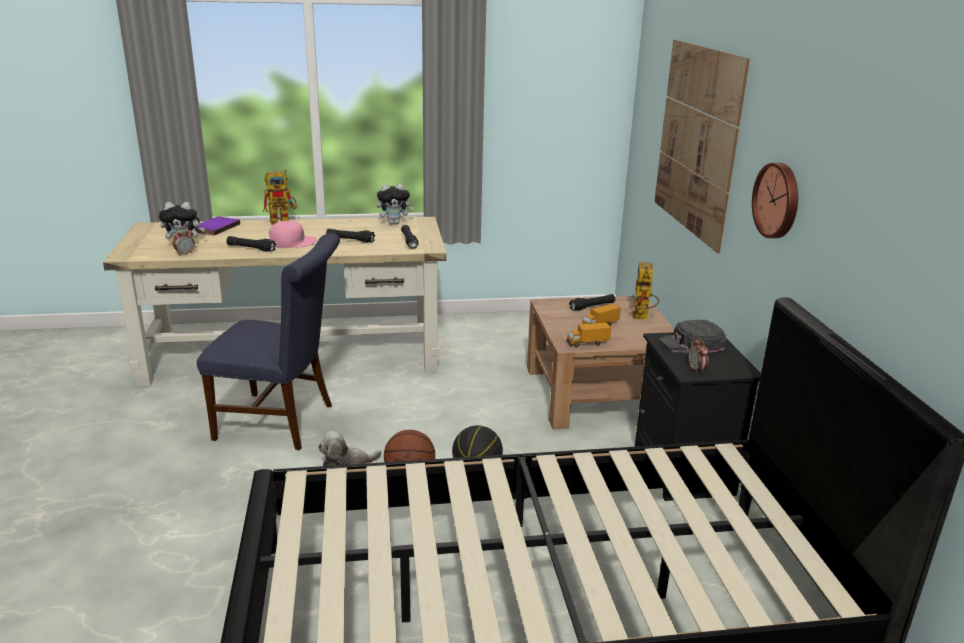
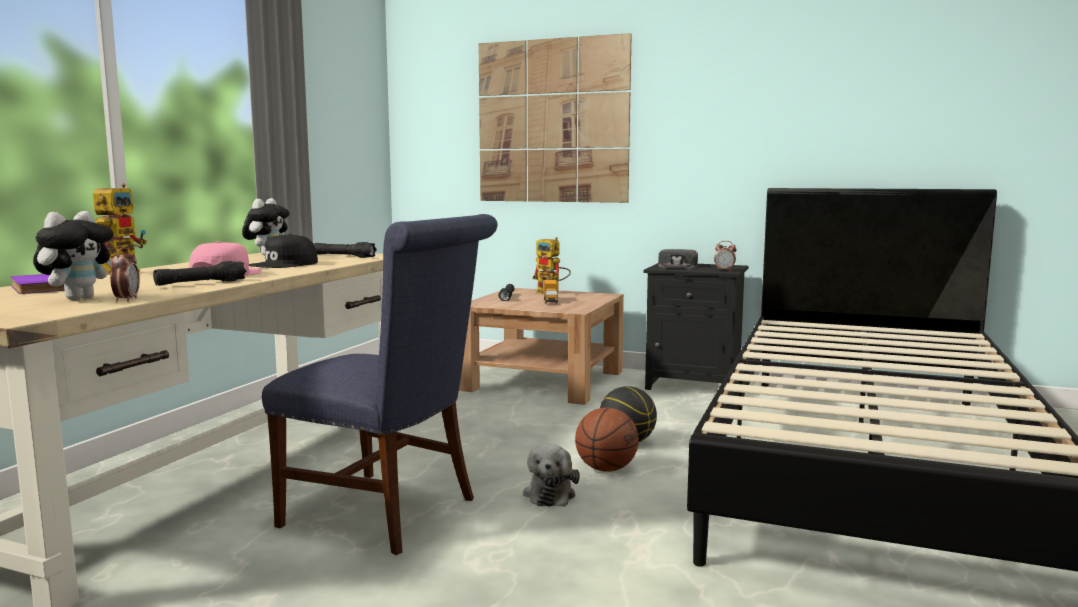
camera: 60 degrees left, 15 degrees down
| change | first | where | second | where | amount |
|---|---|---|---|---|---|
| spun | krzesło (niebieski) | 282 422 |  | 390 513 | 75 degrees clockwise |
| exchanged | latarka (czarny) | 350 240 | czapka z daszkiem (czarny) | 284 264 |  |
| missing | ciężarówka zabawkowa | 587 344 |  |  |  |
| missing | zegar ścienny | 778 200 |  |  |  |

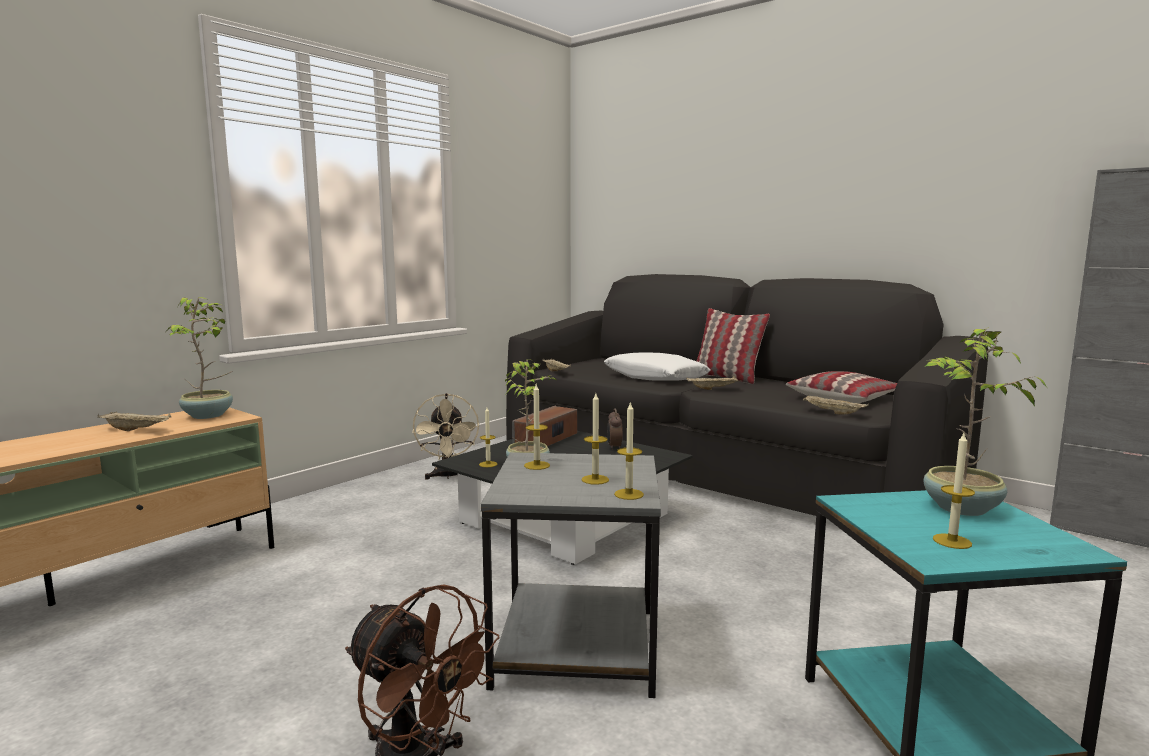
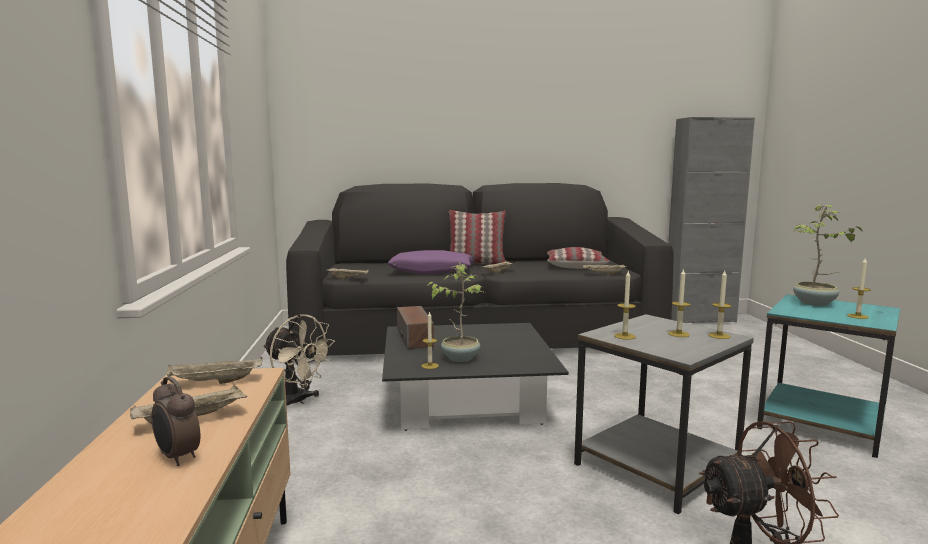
camera: 45 degrees left, 0 degrees up
| change | first | where | second | where | amount |
|---|---|---|---|---|---|
| exchanged | roślina doniczkowa | 209 415 | taca (beżowy) | 214 382 |  |
| colour | poduszka (biały) | 655 378 | poduszka (fioletowy) | 432 271 |  |
| relocated | budzik | 614 447 |  | 177 457 |  |

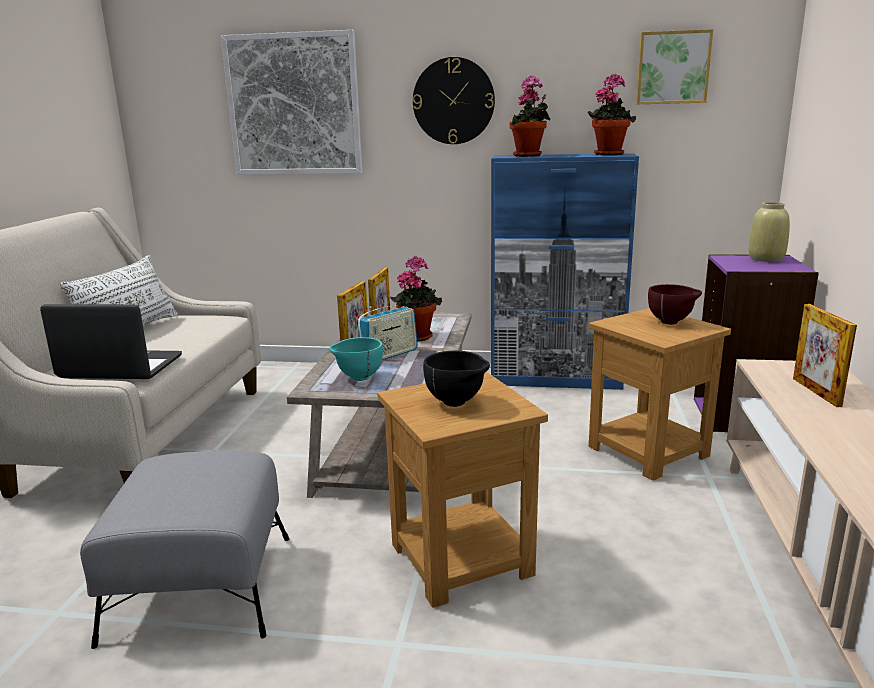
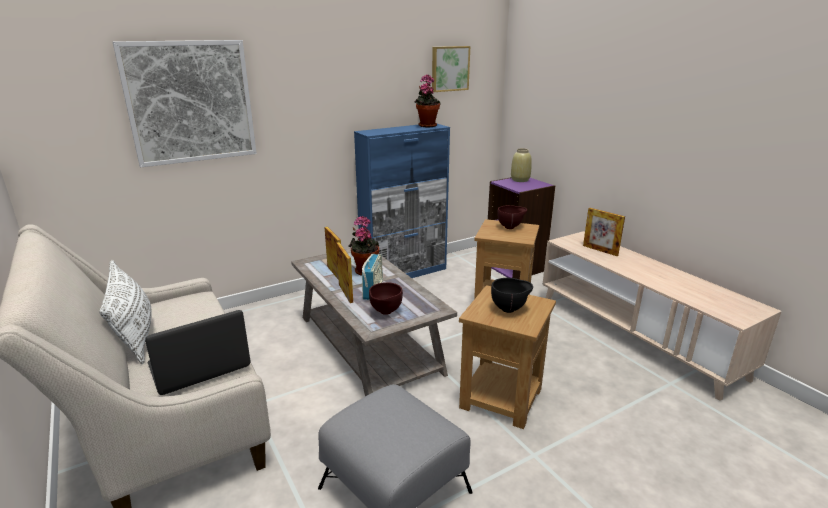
camera: 40 degrees left, 5 degrees up
| change | first | where | second | where | amount |
|---|---|---|---|---|---|
| colour | miska (turkusowy) | 358 378 | miska (brązowy) | 385 312 |  |
| missing | zegar ścienny | 453 101 |  |  |  |
| missing | roślina doniczkowa | 529 155 |  |  |  |

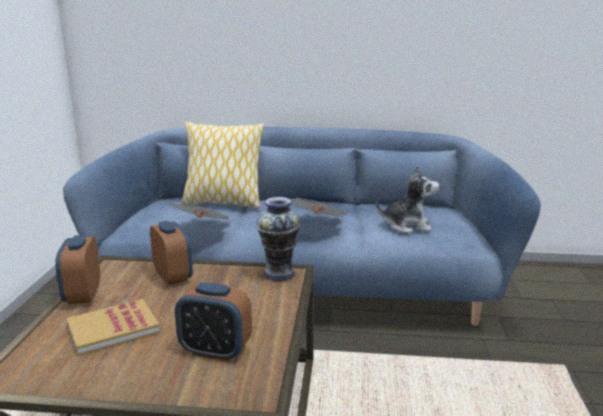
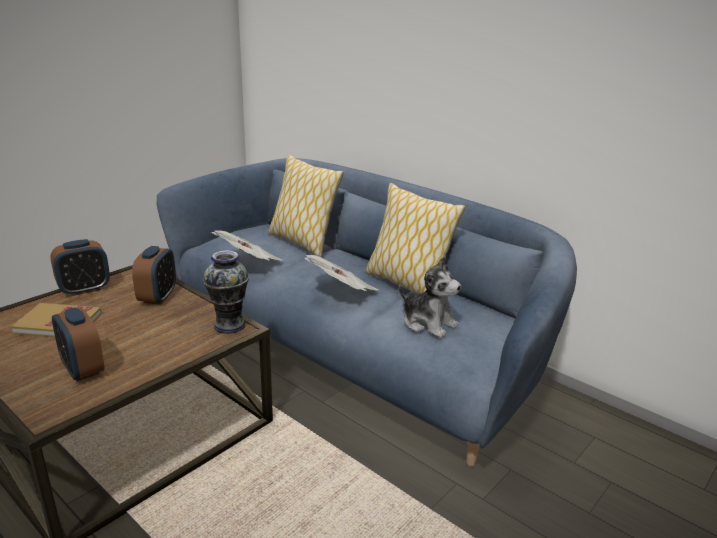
camera: 35 degrees right, 5 degrees up
| change | first | where | second | where | amount |
|---|---|---|---|---|---|
| spun | budzik | 82 295 |  | 84 289 | 150 degrees counterclockwise |
| appeared |  |  | poduszka | 407 284 |  |

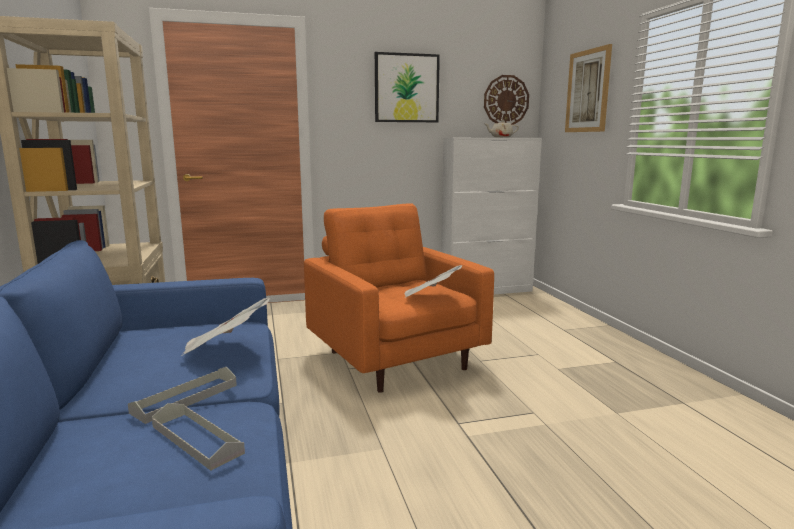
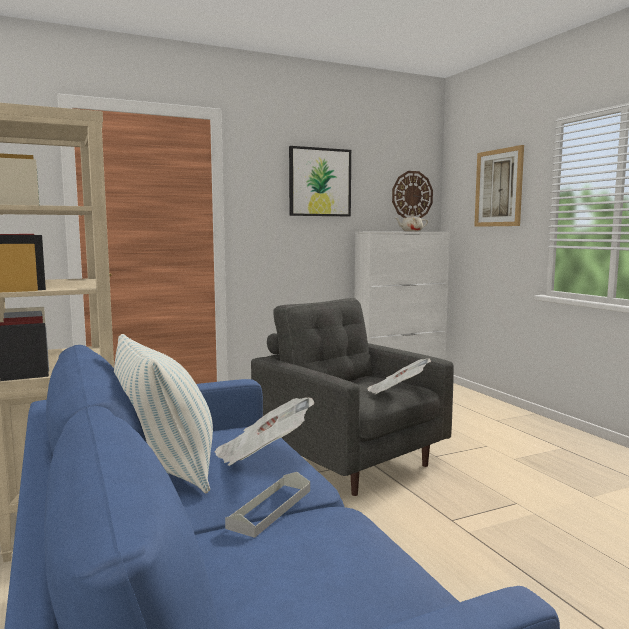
camera: 10 degrees left, 5 degrees down
| change | first | where | second | where | amount |
|---|---|---|---|---|---|
| missing | taca (szary) | 196 439 |  |  |  |
| colour | fotel (pomarańczowy) | 395 358 | fotel (szary) | 350 460 |  |
| appeared |  |  | poduszka | 166 469 |  |

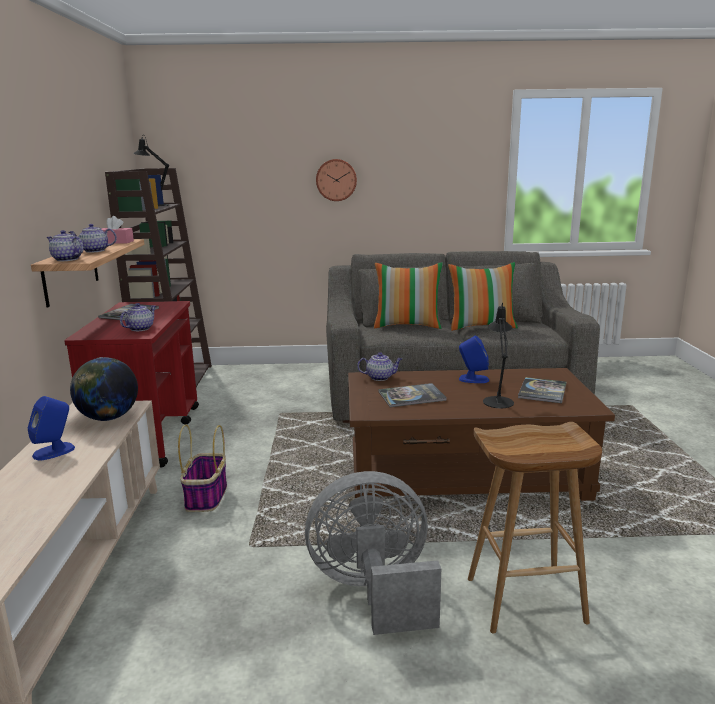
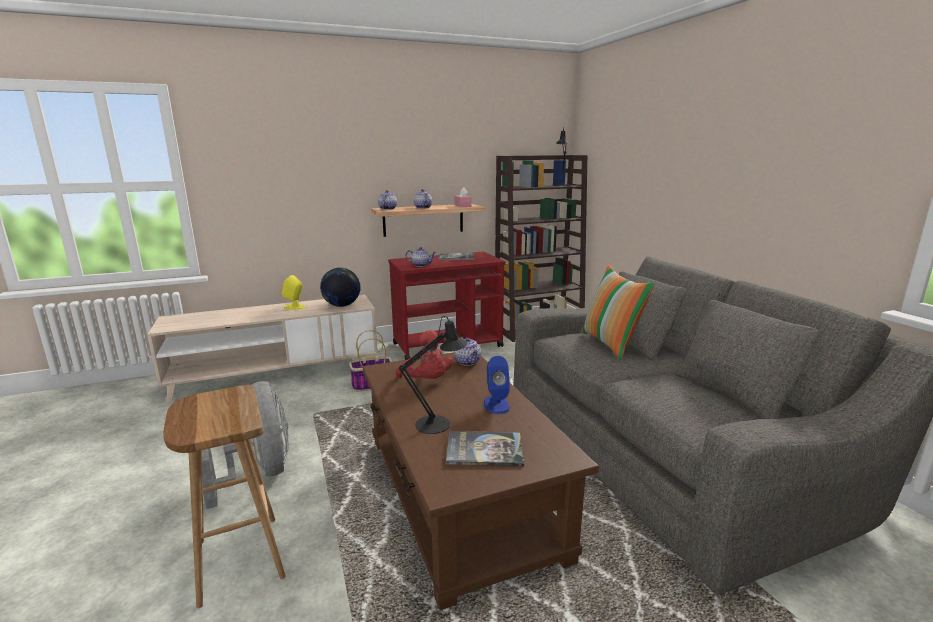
camera: 70 degrees right, 0 degrees up
| change | first | where | second | where | amount |
|---|---|---|---|---|---|
| colour | głośnik (niebieski) | 54 451 | głośnik (żółty) | 295 307 |  |
| missing | zegar ścienny | 336 180 |  |  |  |
| exchanged | książka | 411 396 | pluszak (czerwony) | 427 381 |  |
| missing | poduszka | 481 326 |  |  |  |

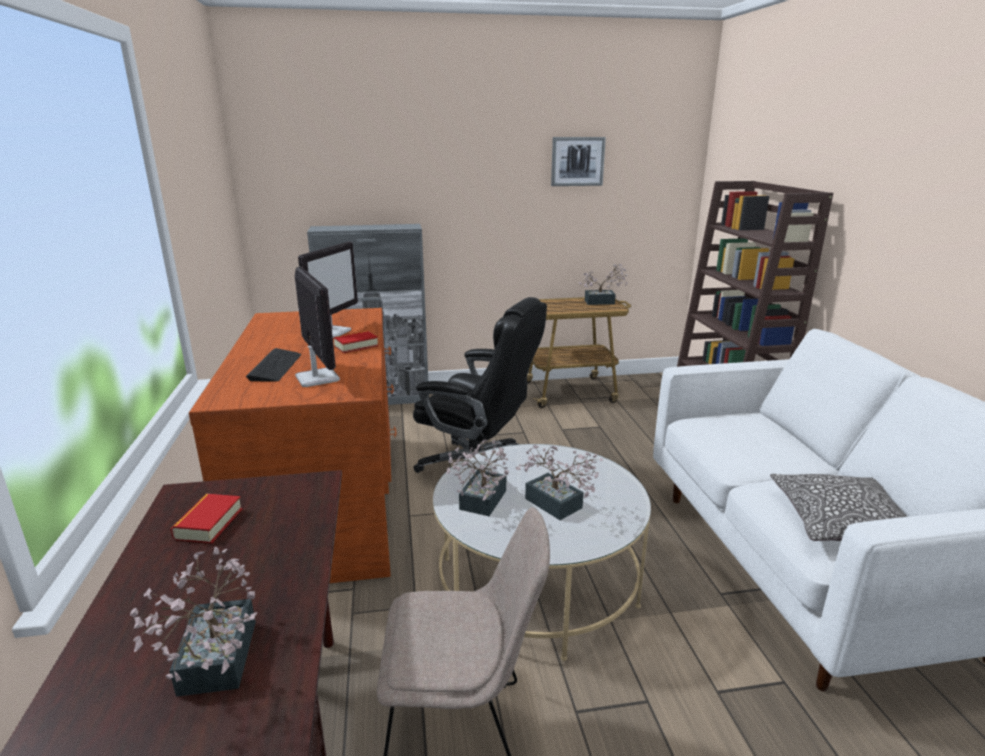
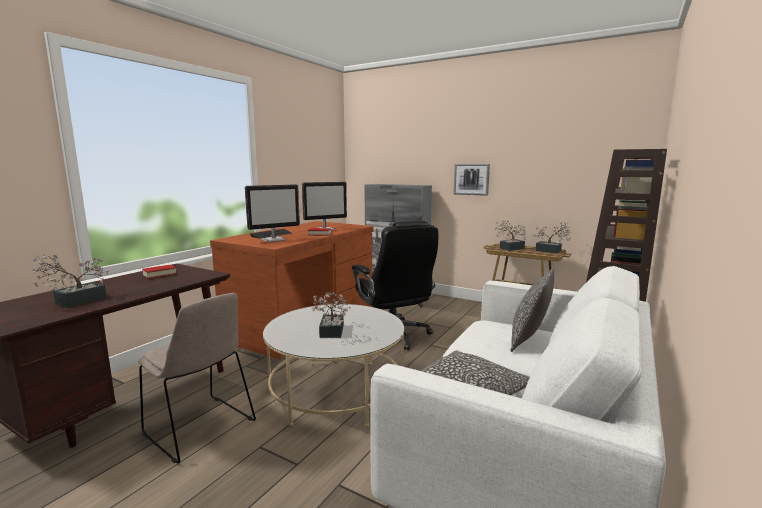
camera: 40 degrees right, 10 degrees down
| change | first | where | second | where | amount |
|---|---|---|---|---|---|
| spun | monitor | 317 378 |  | 274 240 | 45 degrees clockwise |
| relocated | roślina doniczkowa | 480 503 |  | 509 248 |  |
| relocated | obraz | 577 161 |  | 471 179 |  |
| appeared |  |  | poduszka | 529 340 |  |

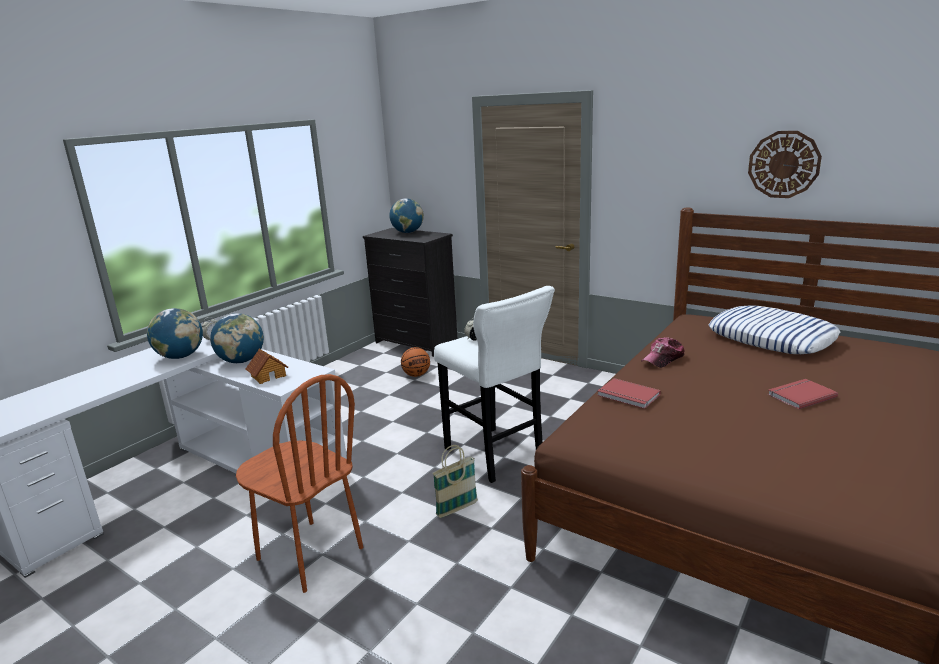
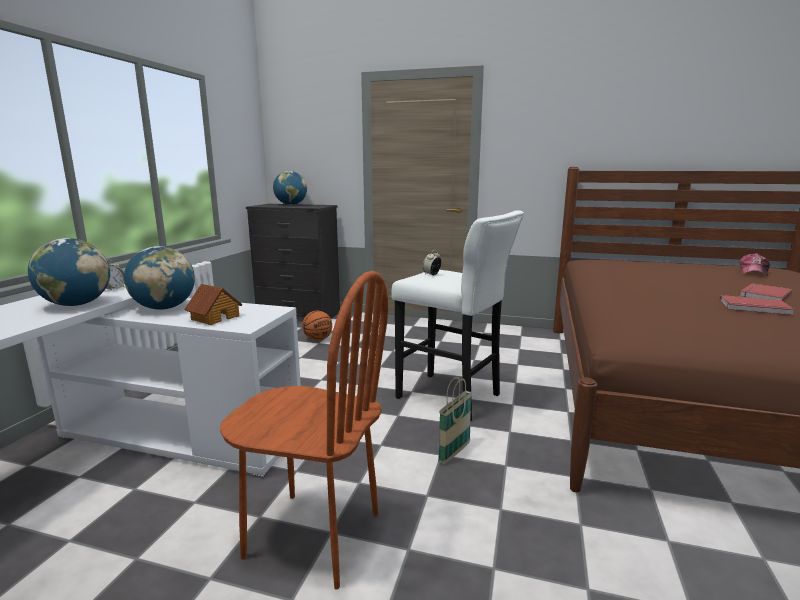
camera: 20 degrees left, 5 degrees down
| change | first | where | second | where | amount |
|---|---|---|---|---|---|
| relocated | książka (czerwony) | 627 396 |  | 755 308 |  |
| relocated | czapka z daszkiem | 663 359 |  | 753 272 |  |
| missing | poduszka | 771 338 |  |  |  |
| missing | zegar ścienny | 784 164 |  |  |  |

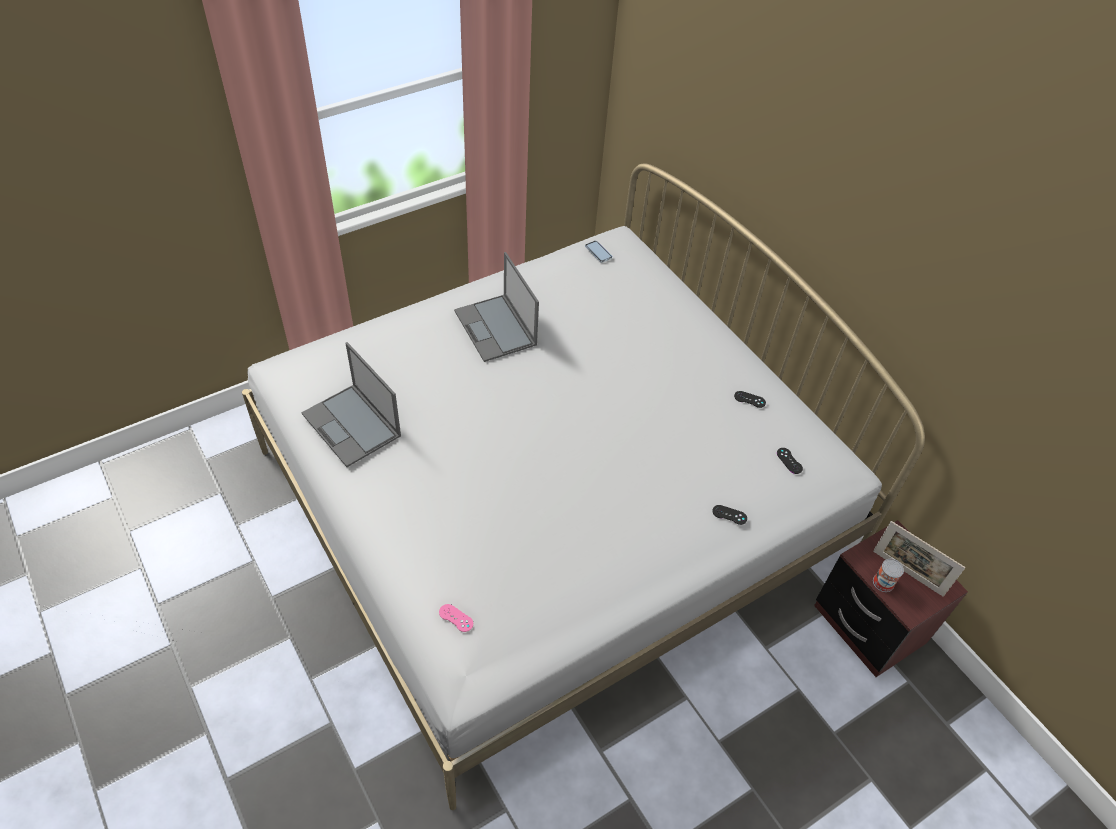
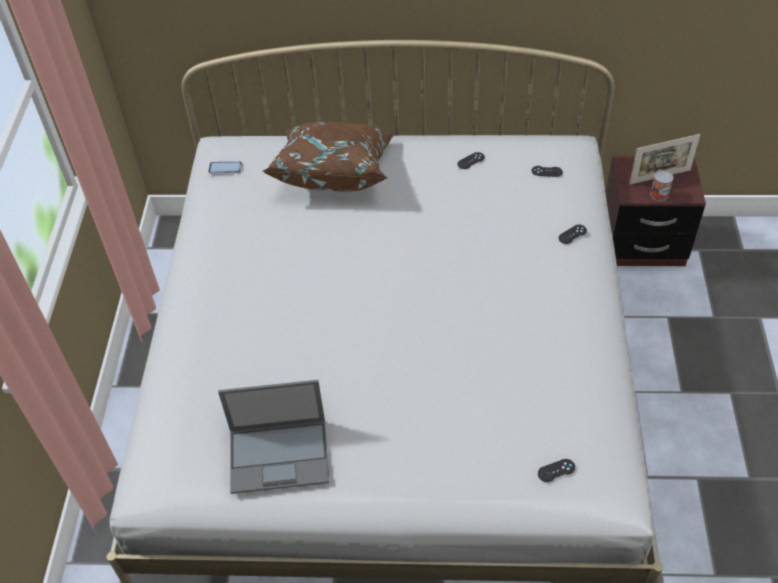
camera: 50 degrees left, 0 degrees up
| change | first | where | second | where | amount |
|---|---|---|---|---|---|
| colour | pad do gier (różowy) | 456 618 | pad do gier (czarny) | 556 470 |  |
| missing | laptop | 496 328 |  |  |  |
| appeared |  |  | poduszka (brązowy) | 334 171 |  |

